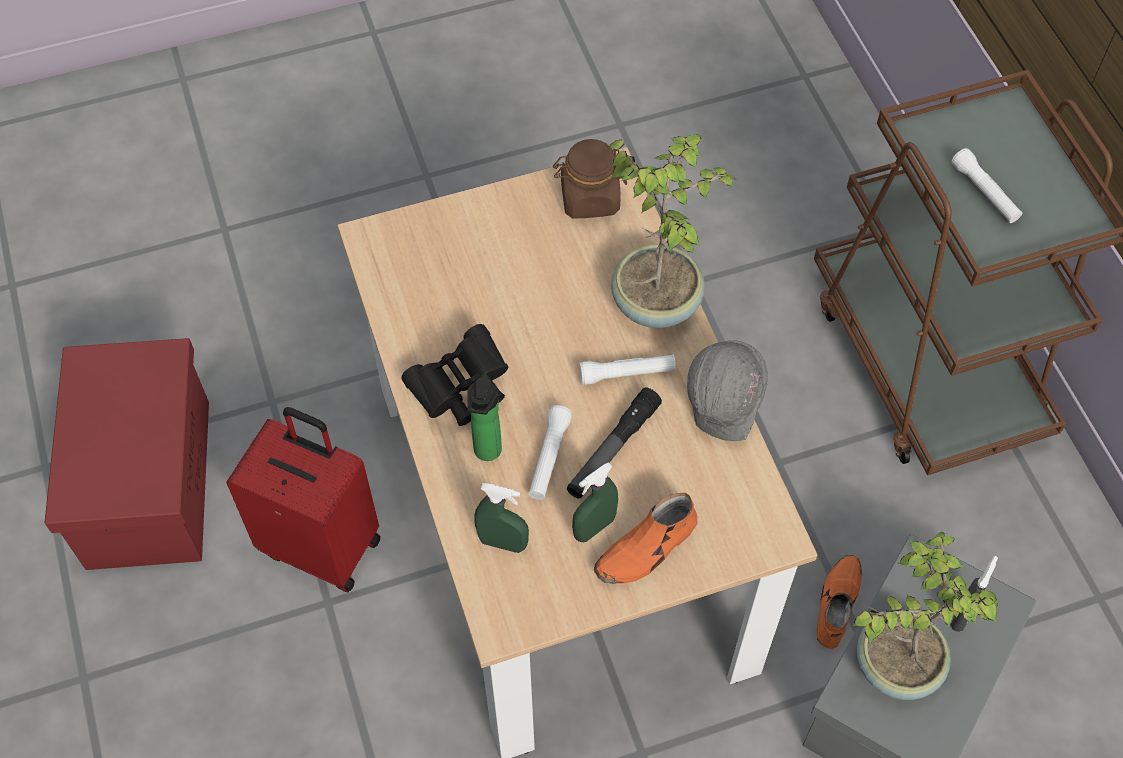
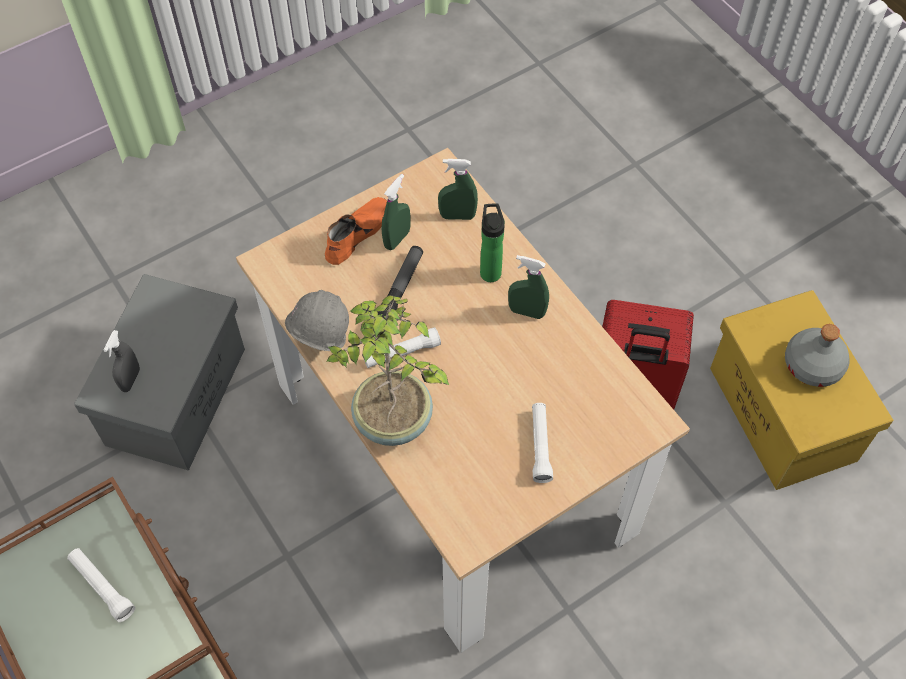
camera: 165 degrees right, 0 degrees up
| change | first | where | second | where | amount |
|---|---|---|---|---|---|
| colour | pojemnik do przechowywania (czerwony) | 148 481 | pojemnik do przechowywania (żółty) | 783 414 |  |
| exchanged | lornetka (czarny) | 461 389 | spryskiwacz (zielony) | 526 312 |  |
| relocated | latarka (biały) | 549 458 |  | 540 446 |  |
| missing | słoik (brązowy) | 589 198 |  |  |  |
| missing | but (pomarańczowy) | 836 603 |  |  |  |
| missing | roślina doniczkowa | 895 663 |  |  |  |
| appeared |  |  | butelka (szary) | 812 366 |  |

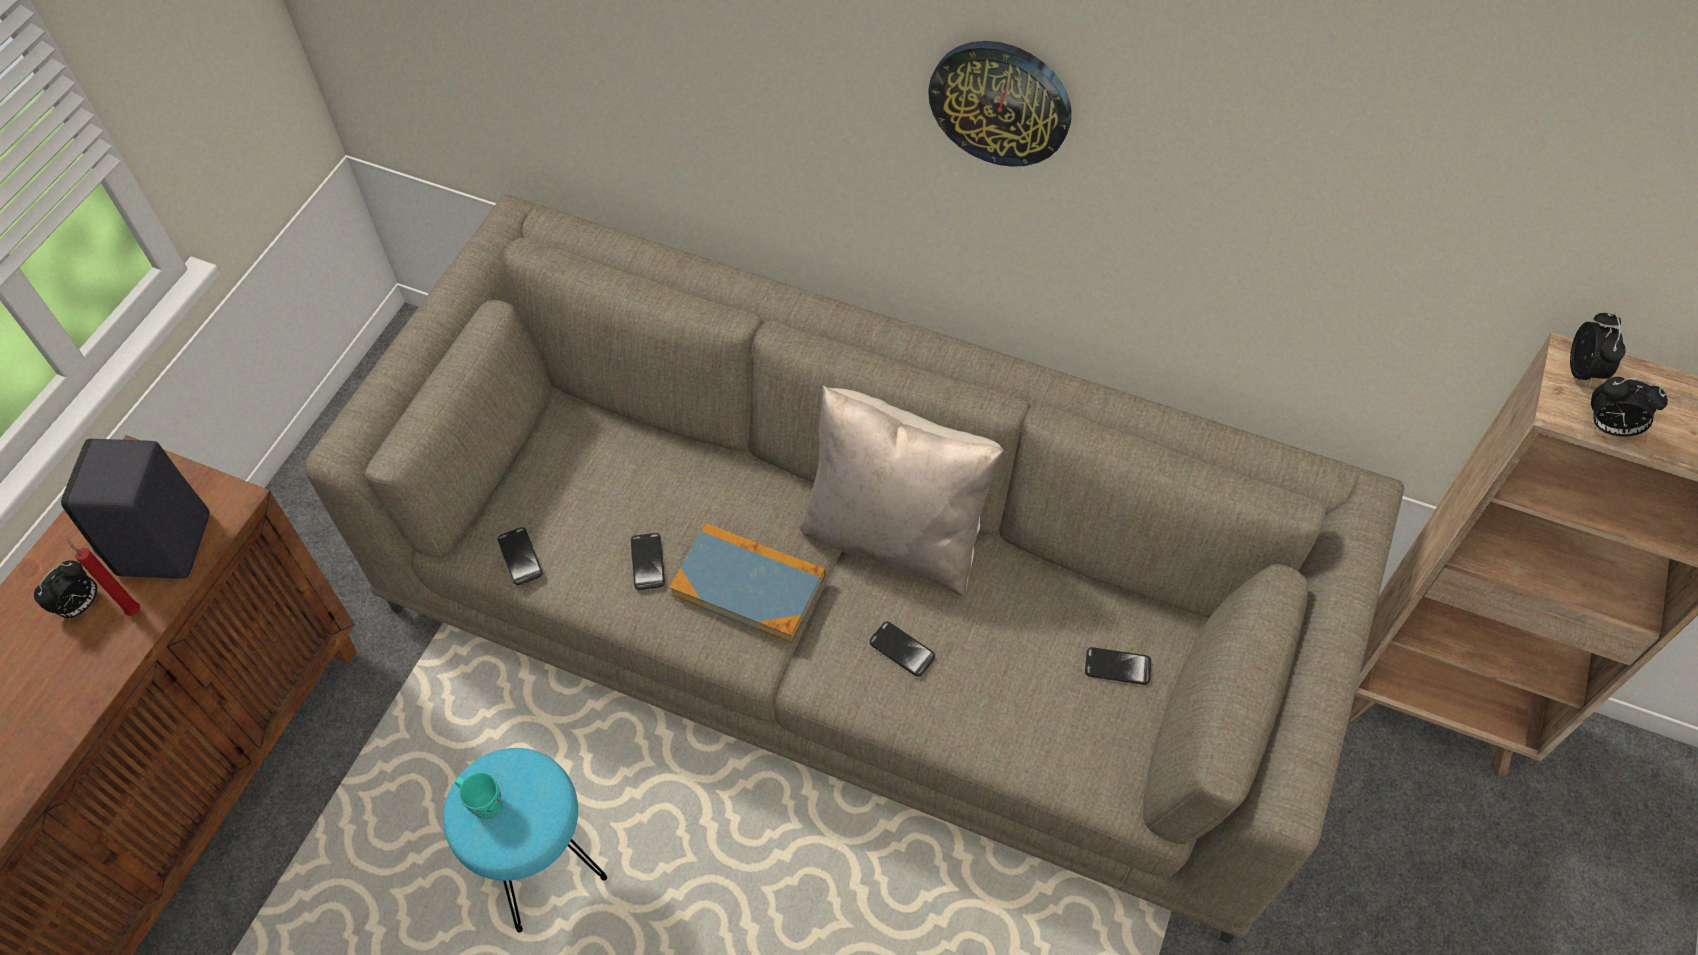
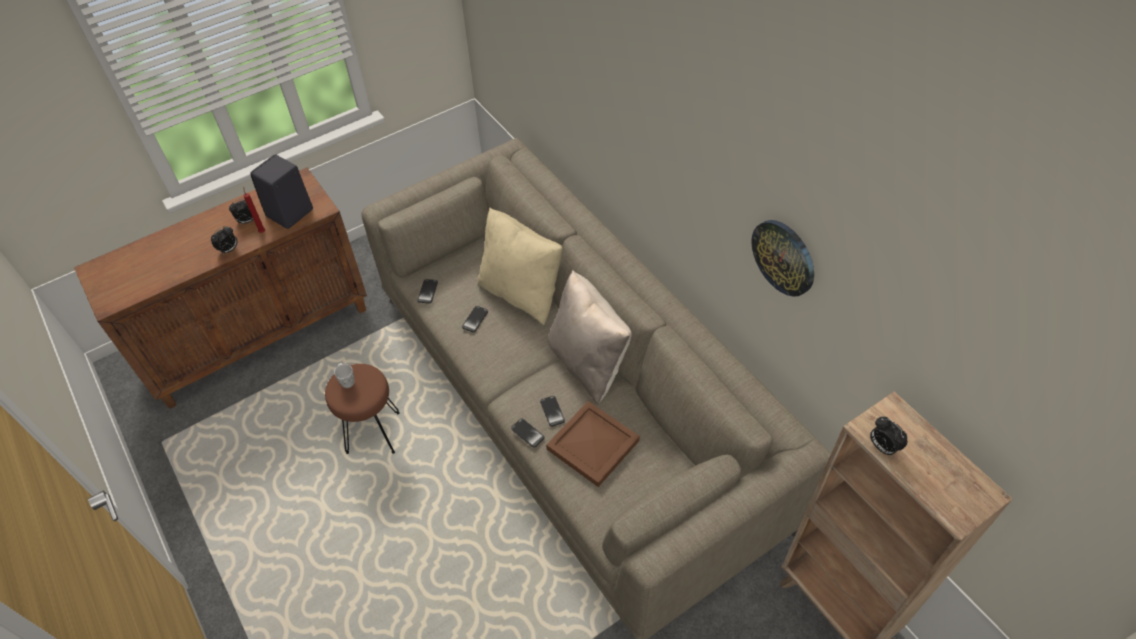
camera: 35 degrees right, 5 degrees down
| change | first | where | second | where | amount |
|---|---|---|---|---|---|
| colour | stołek (turkusowy) | 542 867 | stołek (brązowy) | 373 434 |  |
| colour | kubek (turkusowy) | 482 802 | kubek (biały) | 347 380 |  |
| missing | książka | 748 585 |  |  |  |
| relocated | zegar ścienny | 1000 102 |  | 784 257 |  |
| relocated | telefon | 1117 667 |  | 527 433 |  |
| relocated | budzik | 1583 371 |  | 229 250 |  |
| appeared |  |  | poduszka (beżowy) | 521 293 |  |
| appeared |  |  | taca (brązowy) | 592 443 |  |

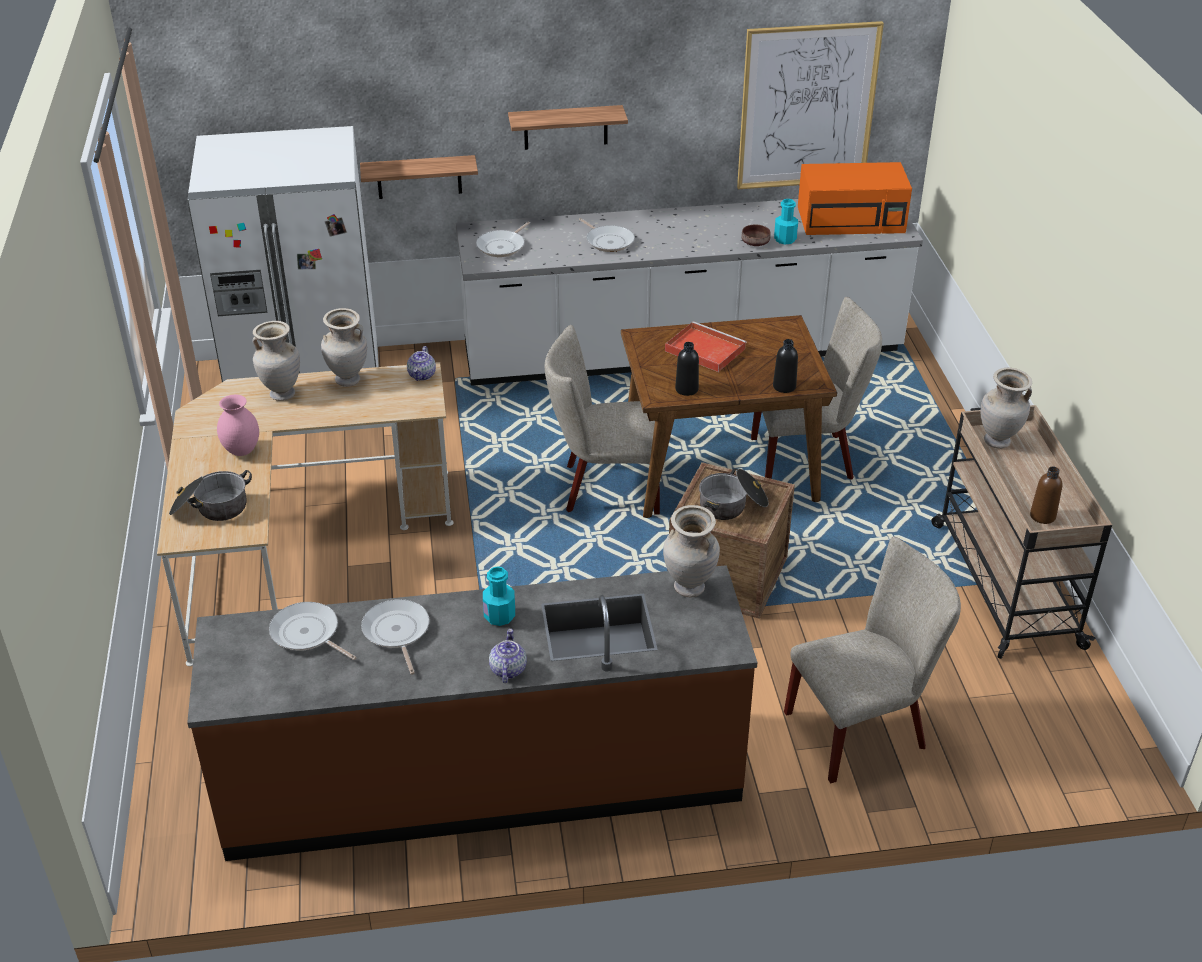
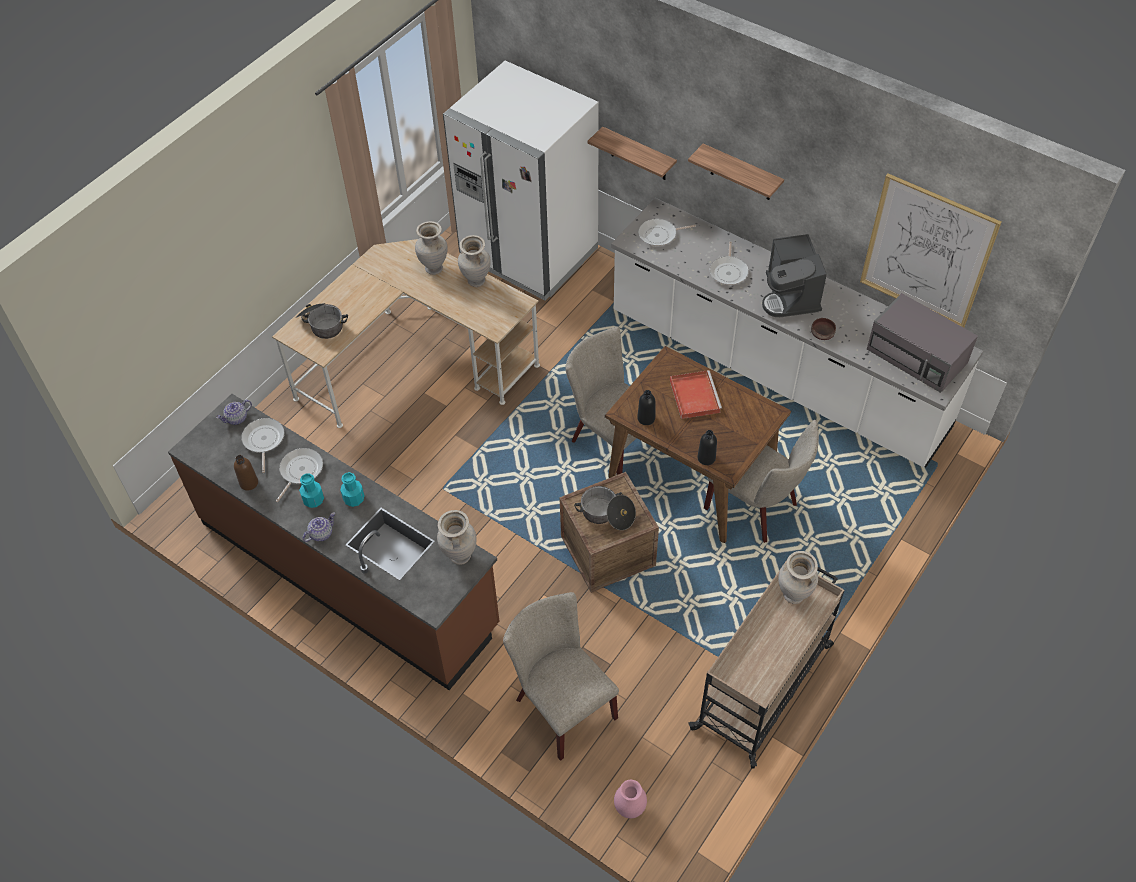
camera: 45 degrees right, 15 degrees up
| change | first | where | second | where | amount |
|---|---|---|---|---|---|
| relocated | wazon (różowy) | 242 451 |  | 630 808 |  |
| relocated | imbryk | 422 375 |  | 237 418 |  |
| relocated | butelka (turkusowy) | 785 239 |  | 313 500 |  |
| spun | krzesło (beżowy) | 863 728 |  | 560 704 | 150 degrees counterclockwise |
| colour | mikrofalówka (pomarańczowy) | 852 219 | mikrofalówka (szary) | 918 356 |  |
| relocated | butelka (brązowy) | 1042 516 |  | 249 483 |  |
| appeared |  |  | ekspres do kawy | 790 296 |  |

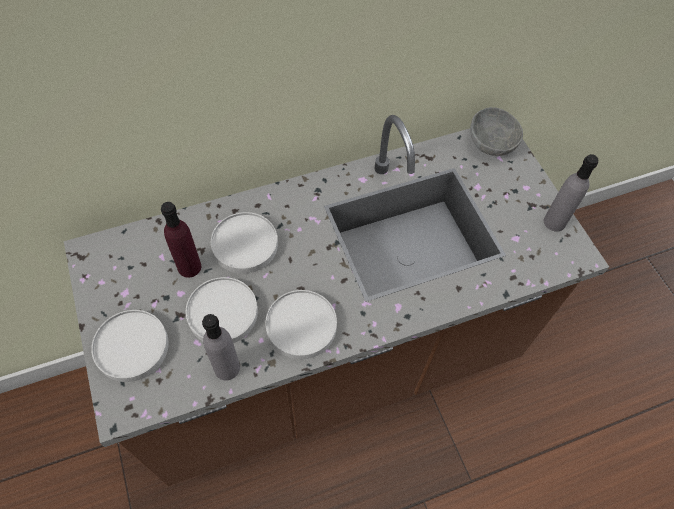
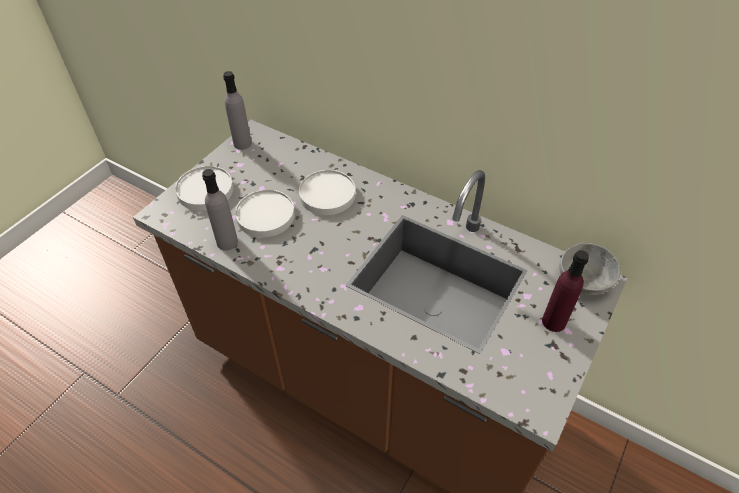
camera: 55 degrees right, 10 degrees down
| change | first | where | second | where | amount |
|---|---|---|---|---|---|
| relocated | butelka (fioletowy) | 189 267 |  | 553 322 |  |
| missing | talerz (biały) | 300 326 |  |  |  |
| relocated | butelka (szary) | 554 222 |  | 242 143 |  |

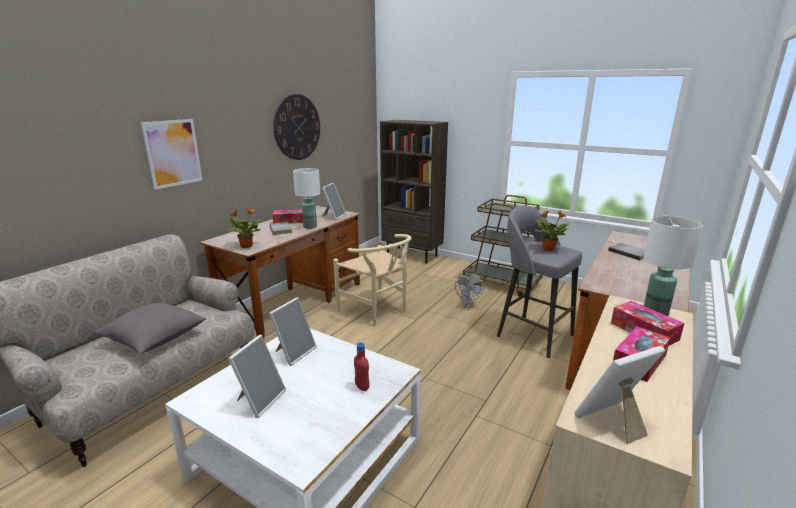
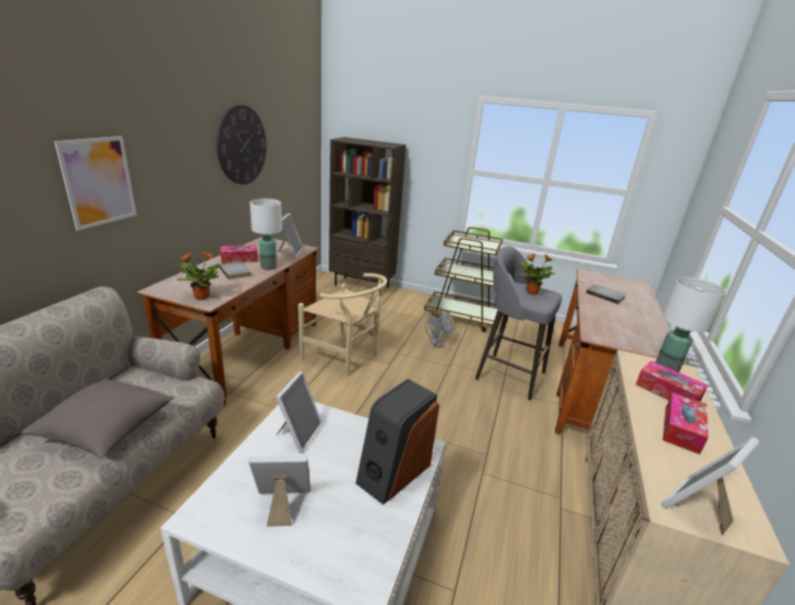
camera: 15 degrees left, 5 degrees up
| change | first | where | second | where | amount |
|---|---|---|---|---|---|
| spun | ramka na zdjęcie | 259 400 |  | 282 505 | 105 degrees counterclockwise |
| exchanged | butelka (czerwony) | 362 386 | głośnik | 393 472 |  |

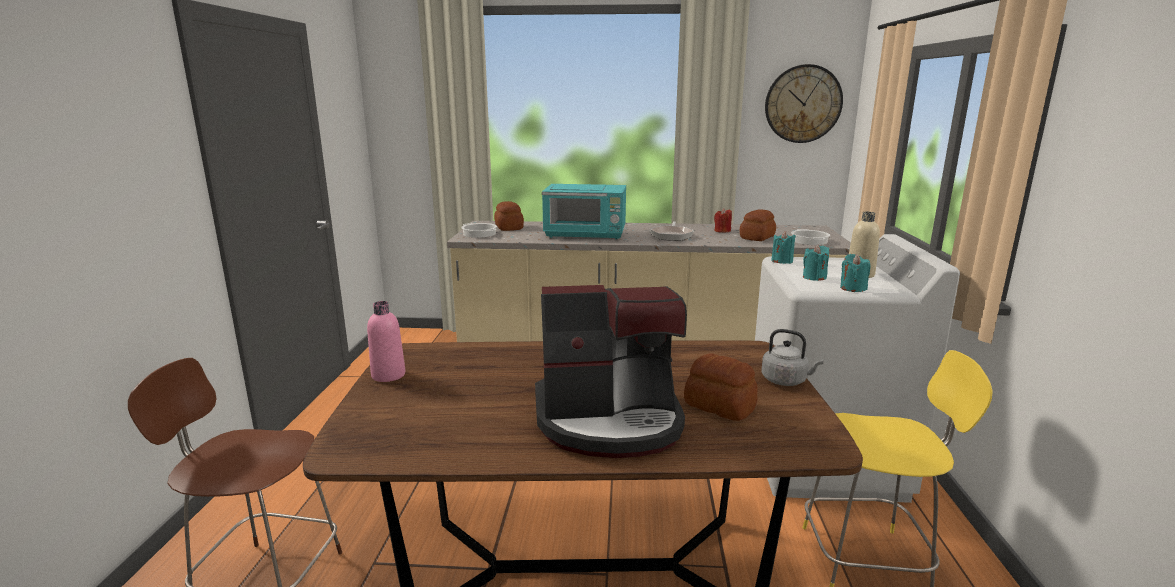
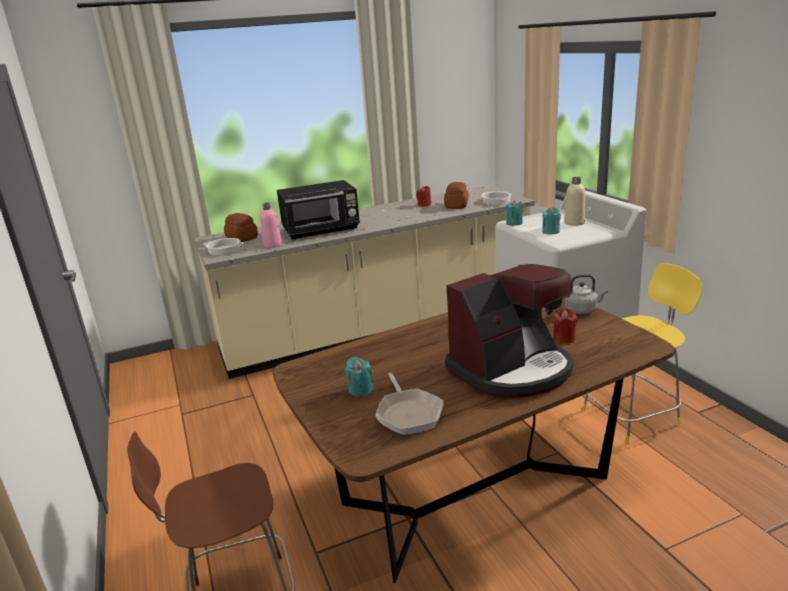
camera: 25 degrees left, 5 degrees up
| change | first | where | second | where | amount |
|---|---|---|---|---|---|
| relocated | butelka (różowy) | 388 375 |  | 273 245 |  |
| colour | mikrofalówka (turkusowy) | 586 235 | mikrofalówka (czarny) | 322 230 |  |
| relocated | patelnia | 672 235 |  | 408 413 |  |
| exchanged | chleb | 719 405 | świeca (czerwony) | 564 338 |  |
| missing | zegar ścienny | 803 104 |  |  |  |
| relocated | świeca (turkusowy) | 852 288 |  | 360 390 |  |

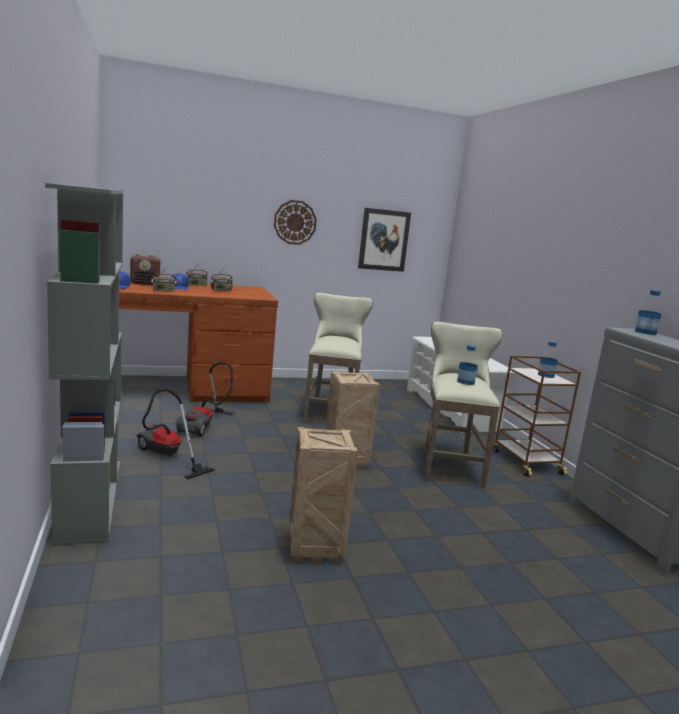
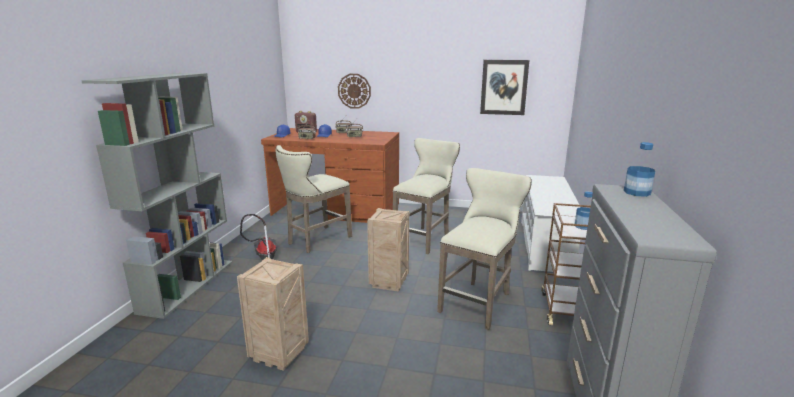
camera: 30 degrees right, 5 degrees up
| change | first | where | second | where | amount |
|---|---|---|---|---|---|
| exchanged | odkurzacz | 204 426 | stołek (beżowy) | 316 240 |  |
| relocated | zegar ścienny | 295 222 |  | 354 91 |  |
| missing | butelka | 465 382 |  |  |  |

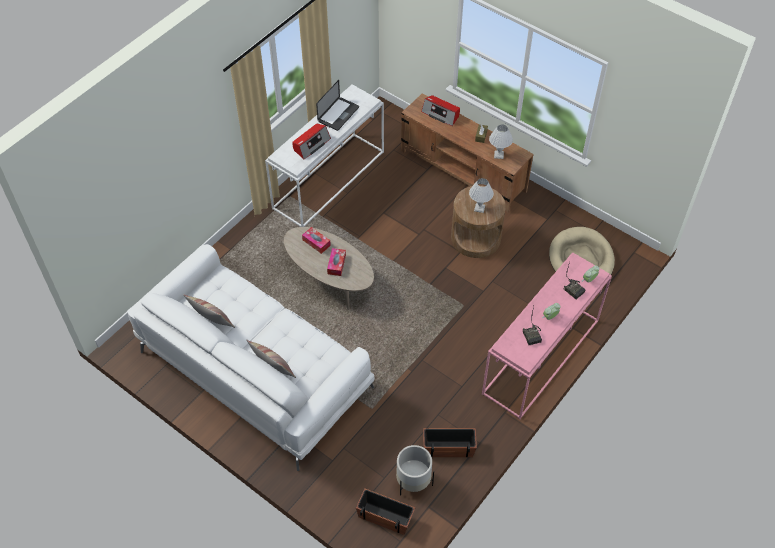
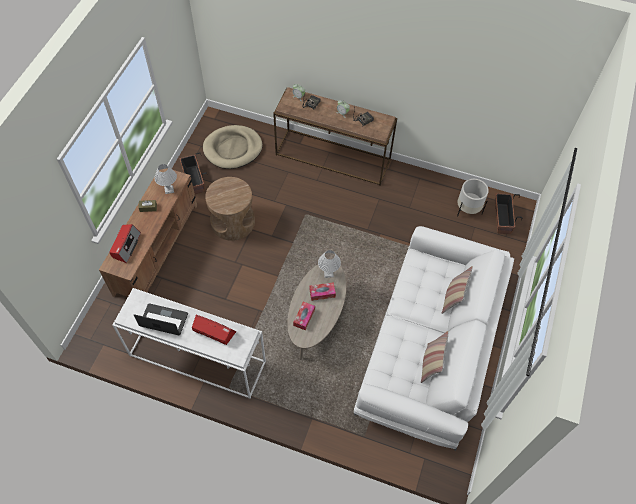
camera: 110 degrees left, 5 degrees up
| change | first | where | second | where | amount |
|---|---|---|---|---|---|
| relocated | donica | 448 448 |  | 194 180 |  |
| relocated | lampa stołowa (biały) | 479 208 |  | 329 273 |  |
| colour | stolik konsolowy (różowy) | 541 358 | stolik konsolowy (brązowy) | 334 157 |  |

